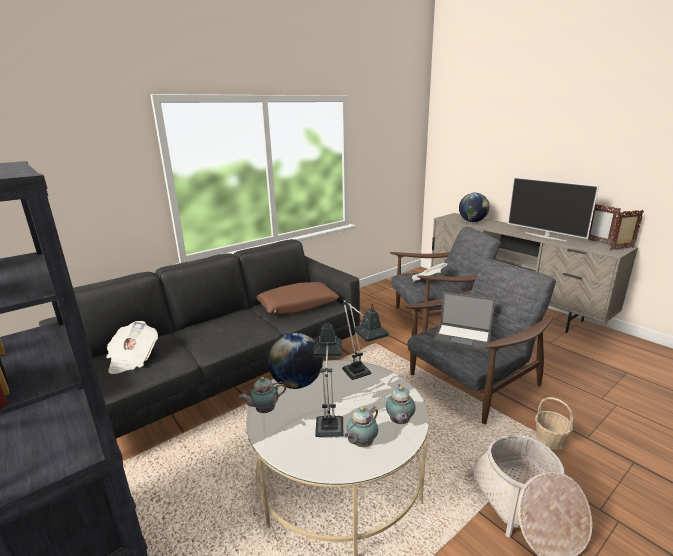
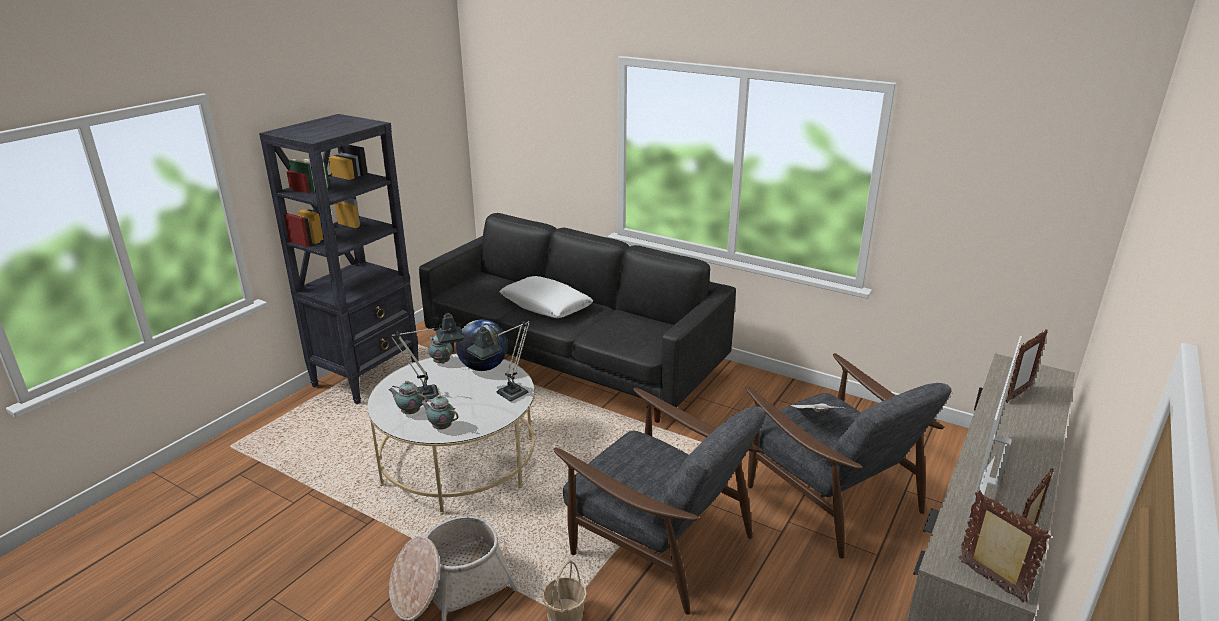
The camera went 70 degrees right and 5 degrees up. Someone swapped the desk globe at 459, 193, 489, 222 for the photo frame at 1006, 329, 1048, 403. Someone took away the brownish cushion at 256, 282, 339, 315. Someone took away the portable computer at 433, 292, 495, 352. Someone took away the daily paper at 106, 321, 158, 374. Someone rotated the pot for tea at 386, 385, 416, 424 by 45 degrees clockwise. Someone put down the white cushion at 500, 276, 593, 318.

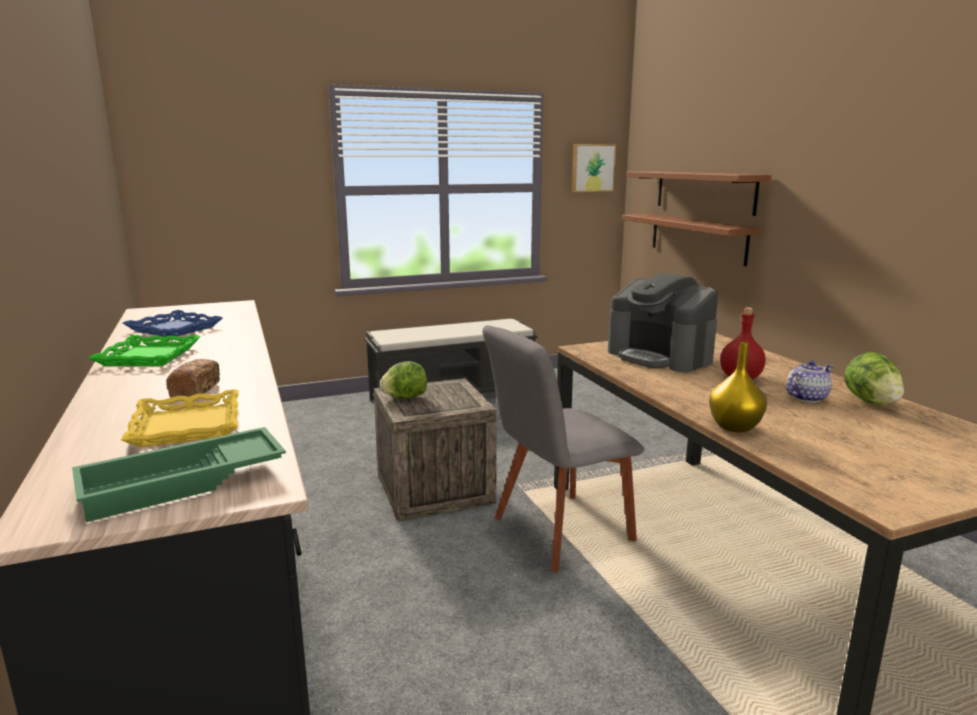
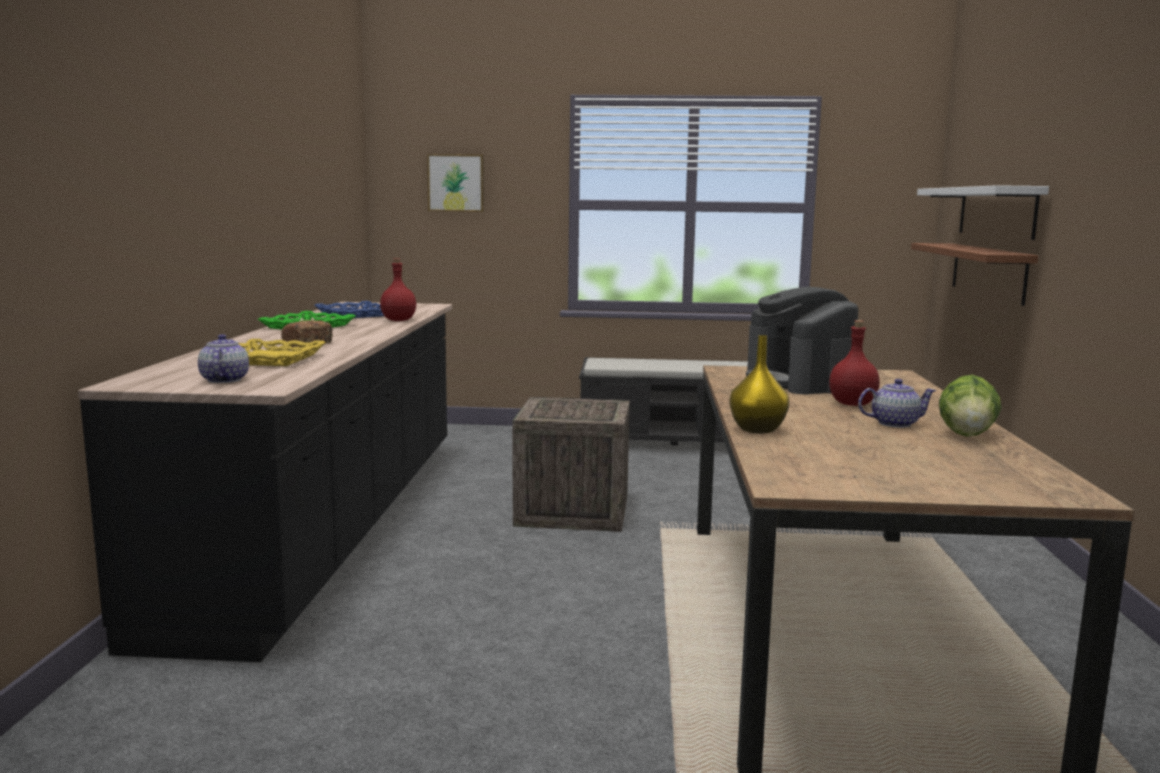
The camera went 25 degrees right and 5 degrees down. Someone carried the picture from 572, 144, 617, 192 to 427, 154, 484, 212. Someone repainted the brownish bracket shelf at 626, 171, 772, 216, which became the white bracket shelf at 917, 185, 1049, 240. Someone took away the greyish plain chair at 482, 325, 644, 572. Someone took away the lettuce at 380, 361, 427, 398. Someone swapped the green carrying tray at 72, 427, 286, 522 for the pot for tea at 198, 334, 249, 383. Someone put down the red-coloured beverage bottle at 380, 258, 416, 321.

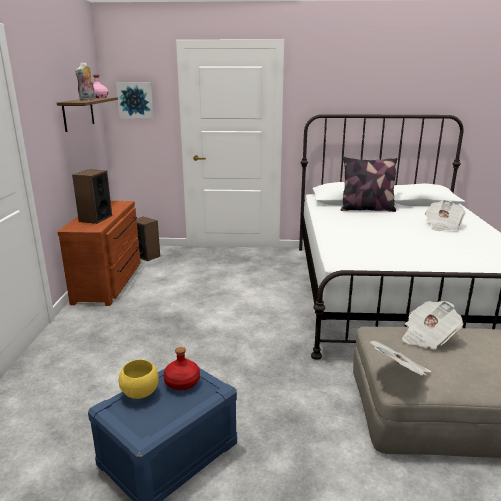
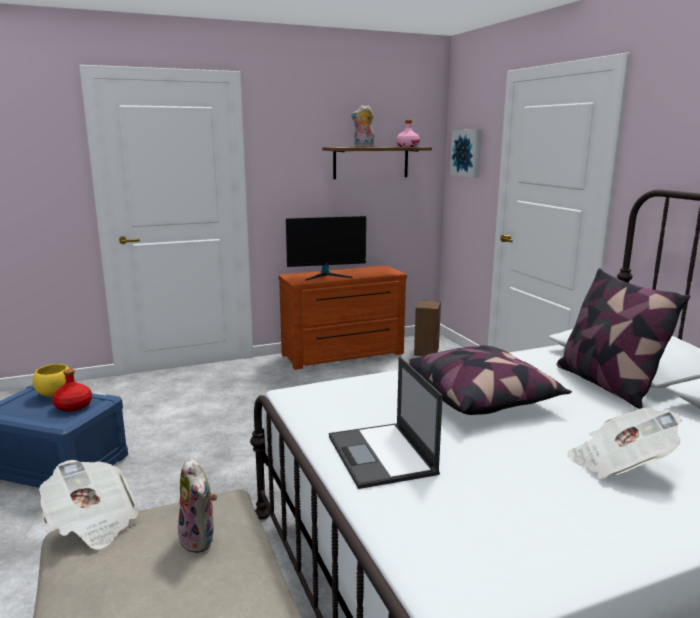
The camera went 65 degrees right and 5 degrees down. Someone swapped the speaker at 72, 169, 112, 224 for the monitor at 286, 216, 366, 280. Someone swapped the daily paper at 402, 301, 463, 349 for the cuddly toy at 178, 457, 217, 553. Someone put down the cushion at 406, 345, 572, 415. Someone put down the portable computer at 329, 356, 443, 489.

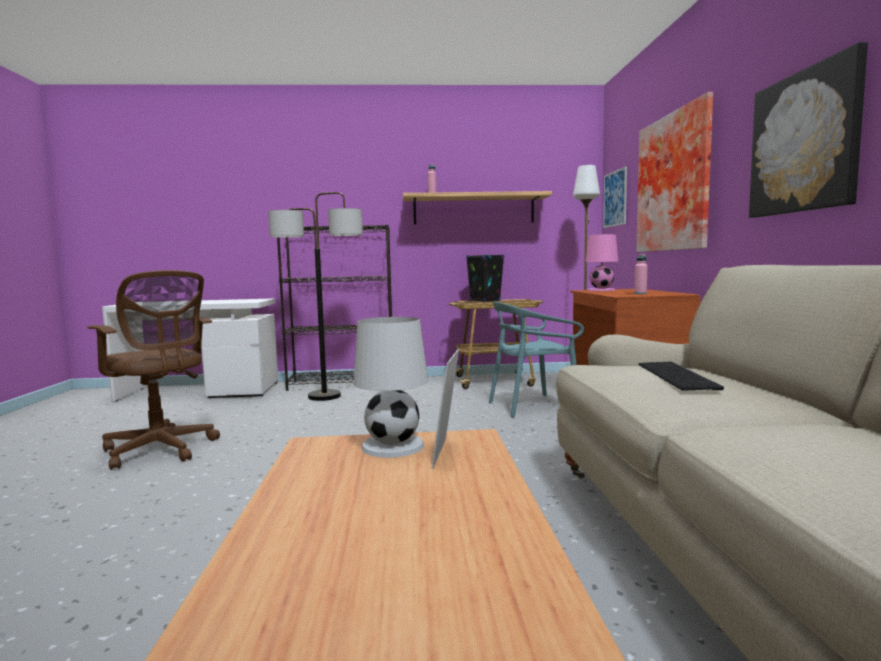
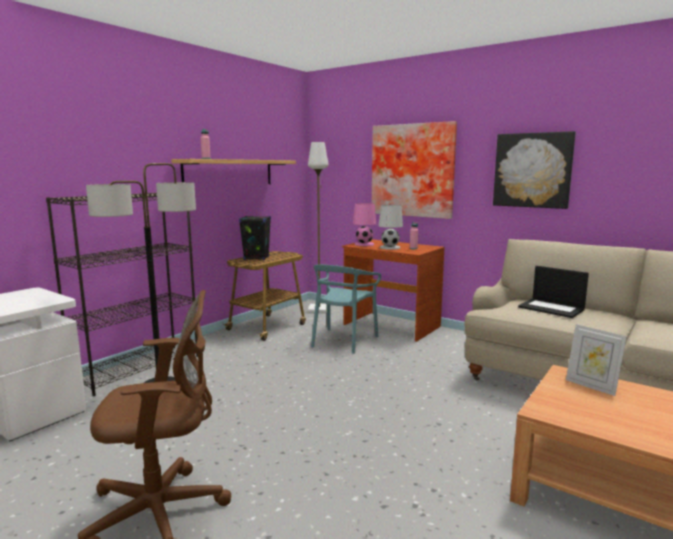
The camera went 50 degrees left and 5 degrees up. Someone took away the picture at 603, 166, 627, 228. Someone carried the white lamp for a table from 353, 317, 428, 458 to 378, 205, 403, 250. Someone swapped the keyboard at 639, 362, 724, 391 for the portable computer at 518, 266, 589, 318.

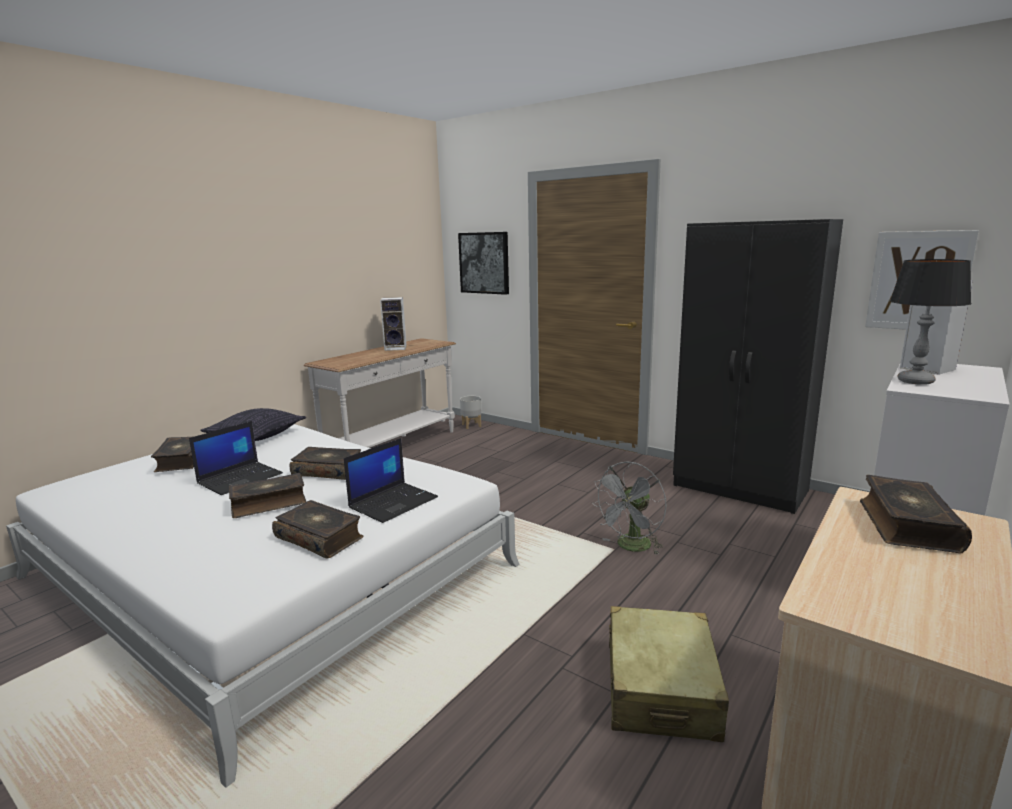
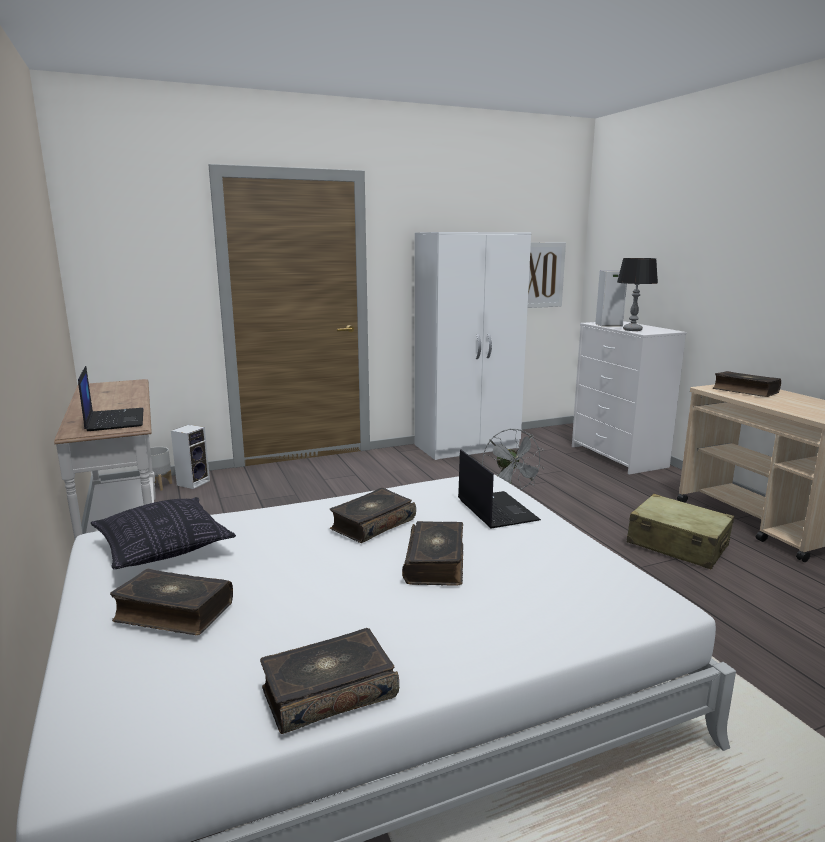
The camera went 60 degrees left and 0 degrees up. Someone repainted the blackish wardrobe at 673, 219, 843, 514, which became the white wardrobe at 415, 232, 531, 460. Someone took away the picture at 458, 232, 509, 295. Someone carried the speaker from 380, 297, 407, 351 to 171, 425, 210, 489. Someone carried the portable computer from 189, 421, 283, 495 to 78, 366, 144, 431. Someone carried the book from 272, 500, 363, 559 to 260, 628, 399, 734.

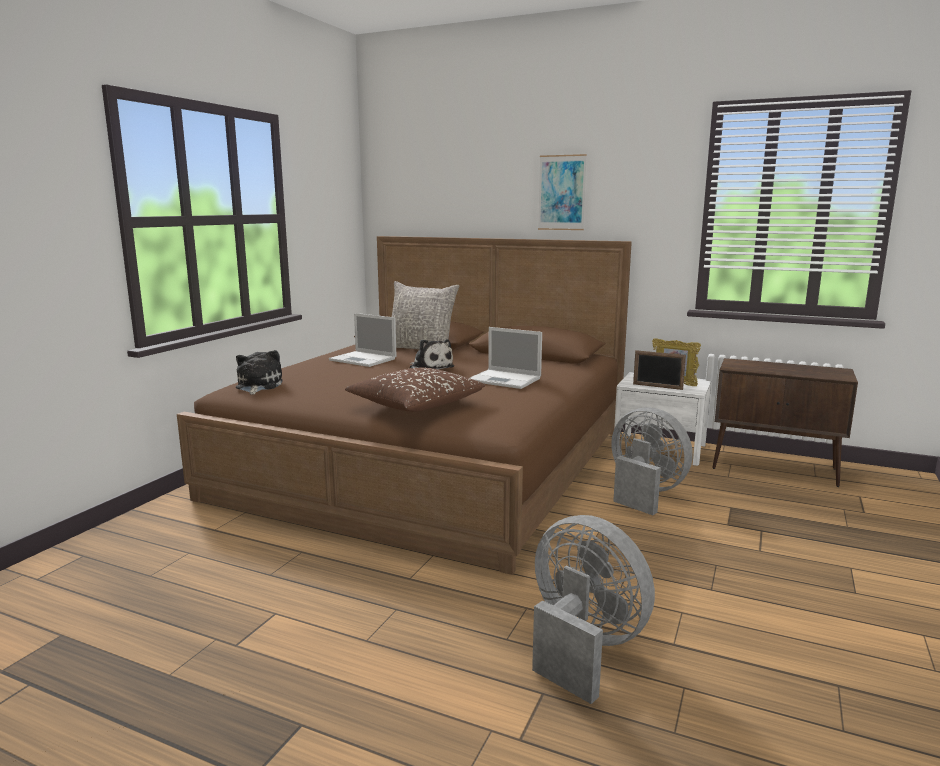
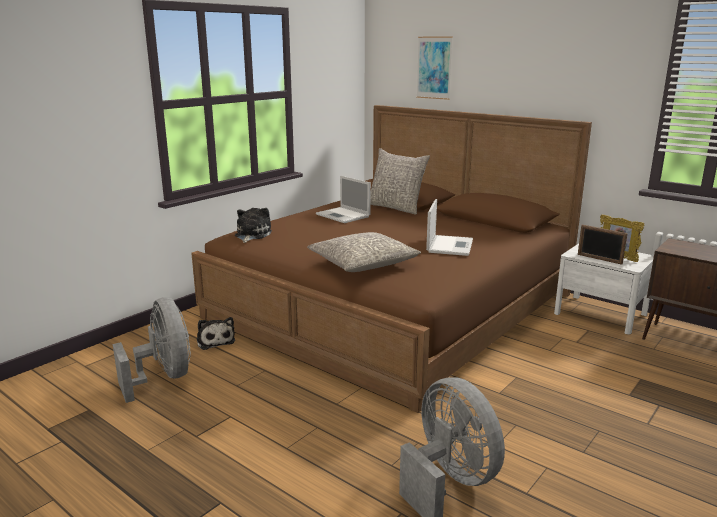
The camera went 15 degrees right and 5 degrees up. Someone carried the picture from 538, 154, 587, 230 to 416, 36, 453, 100. Someone rotated the portable computer at 470, 327, 542, 389 by 120 degrees counterclockwise. Someone carried the cuddly toy from 410, 339, 454, 370 to 197, 317, 235, 350. Someone repainted the brownish cushion at 345, 368, 485, 412, which became the greyish cushion at 307, 232, 421, 272. Someone carried the greyish electric fan from 611, 407, 693, 515 to 113, 297, 191, 403.

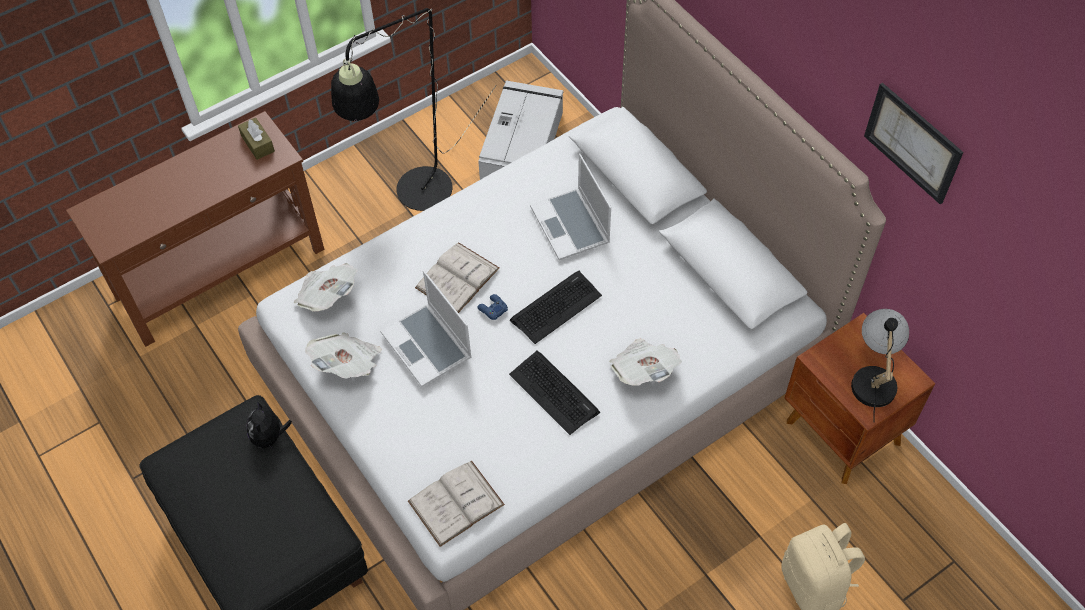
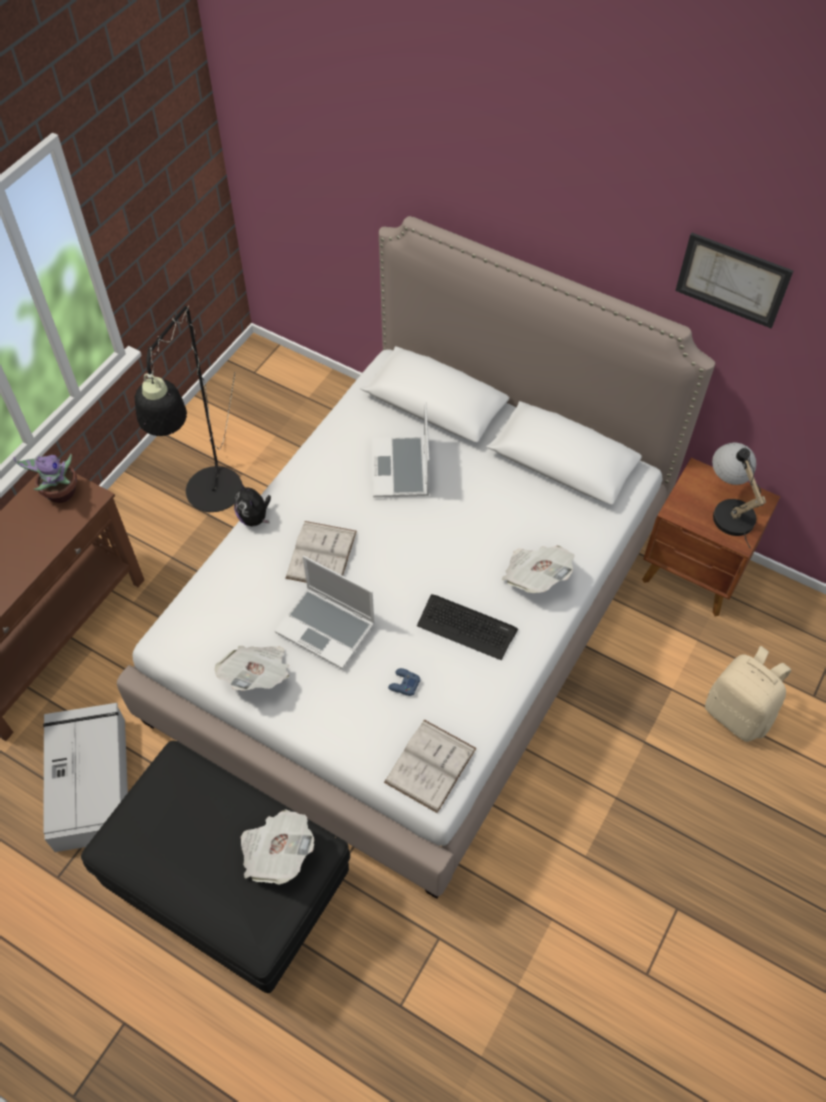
The camera went 25 degrees left and 0 degrees up. Someone carried the greyish storage container from 478, 81, 564, 180 to 43, 703, 128, 852. Someone swapped the brownish tissue holder at 238, 117, 275, 160 for the houseplant at 13, 454, 77, 503. Someone rotated the portable computer at 530, 153, 611, 260 by 45 degrees clockwise. Someone carried the daily paper from 294, 263, 358, 311 to 241, 809, 314, 885. Someone took away the keyboard at 510, 271, 602, 344. Someone carried the bluish game controller from 477, 294, 508, 320 to 388, 668, 421, 696. Someone carried the cuddly toy from 246, 401, 292, 450 to 234, 483, 271, 527.

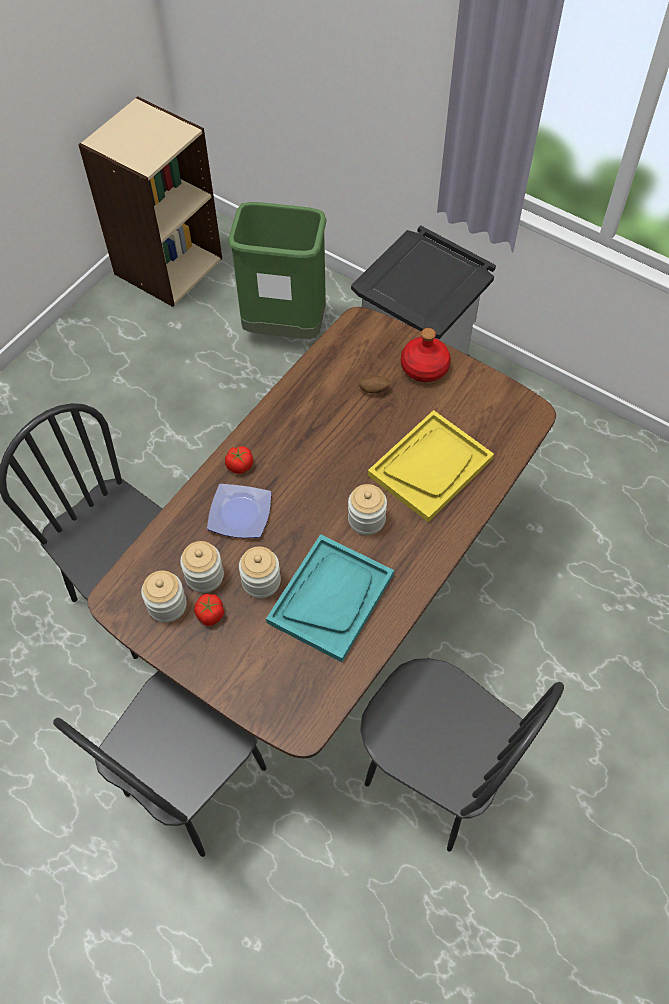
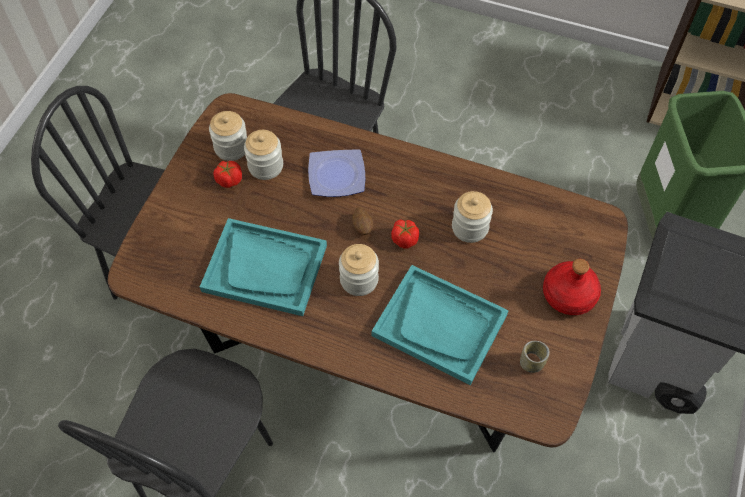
The camera went 75 degrees right and 0 degrees up. Someone carried the potato from 359, 376, 391, 393 to 352, 207, 373, 235. Someone repainted the yellowish carrying tray at 368, 410, 494, 522, which became the turquoise carrying tray at 371, 265, 509, 385. Someone carried the fresh tomato from 225, 446, 253, 474 to 391, 219, 419, 249. Someone carried the jar from 239, 547, 281, 598 to 452, 191, 493, 243. Someone put down the drinking cup at 520, 341, 550, 373.

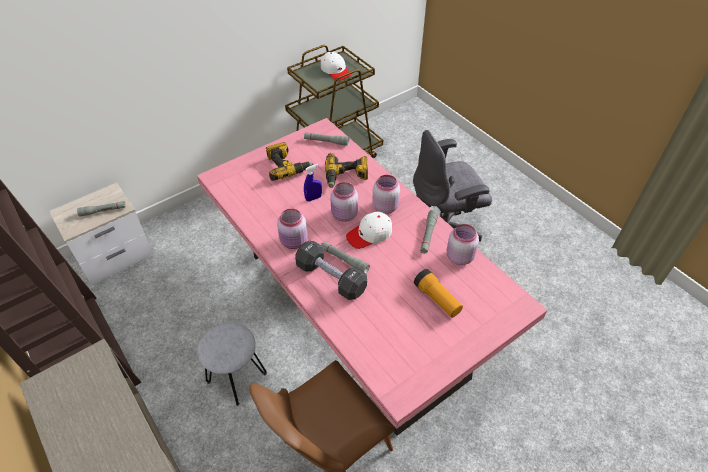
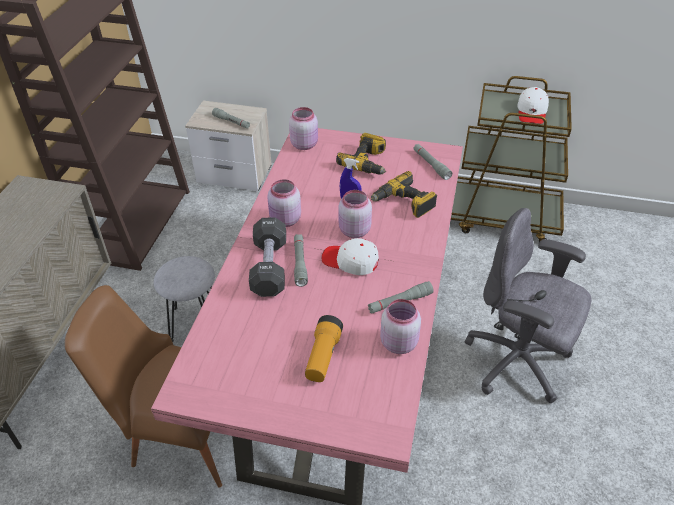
The camera went 50 degrees right and 5 degrees down. Someone carried the pink-coloured jar from 372, 175, 400, 214 to 289, 107, 318, 150.

